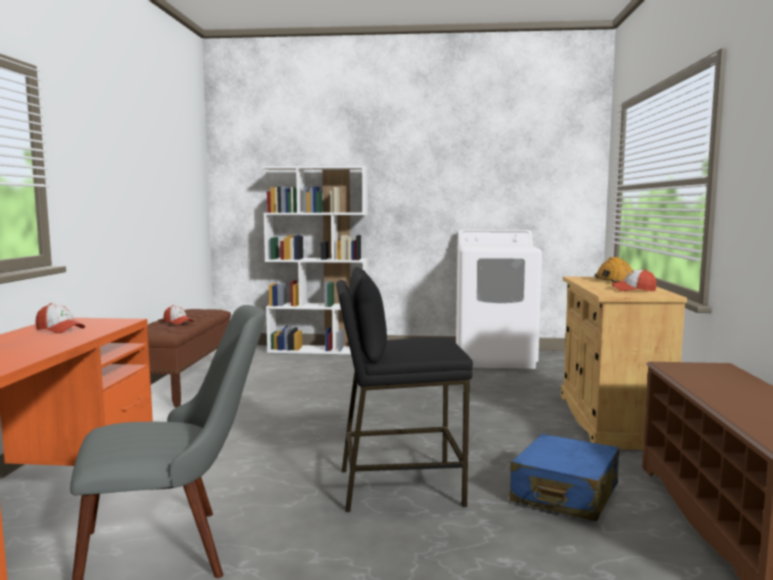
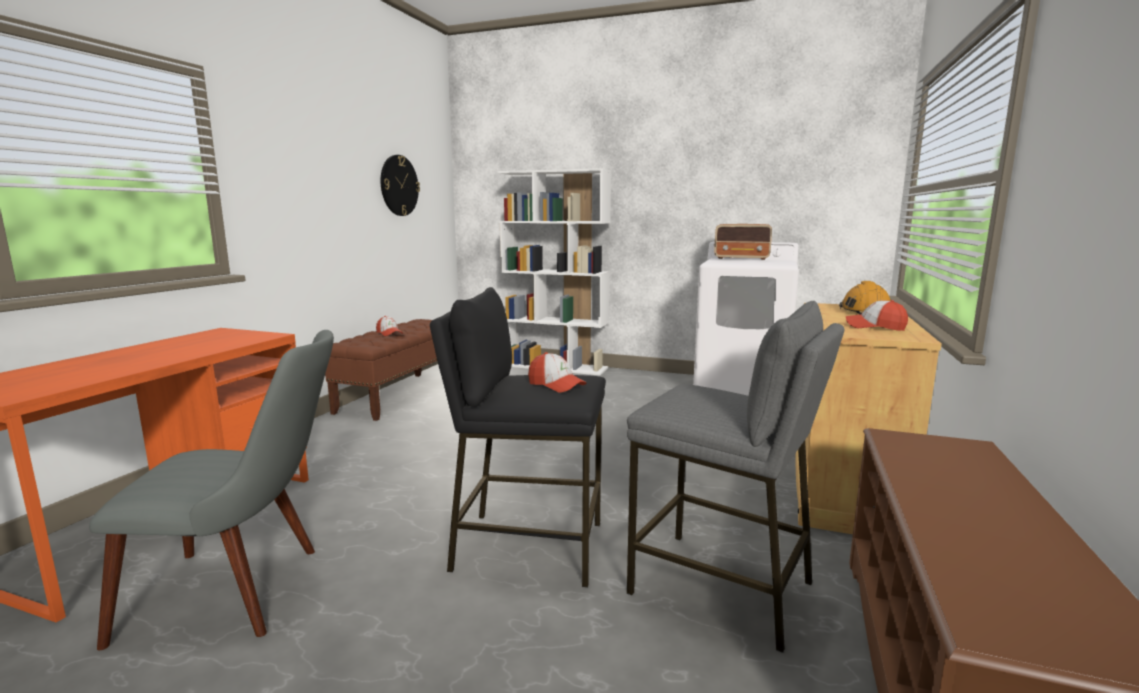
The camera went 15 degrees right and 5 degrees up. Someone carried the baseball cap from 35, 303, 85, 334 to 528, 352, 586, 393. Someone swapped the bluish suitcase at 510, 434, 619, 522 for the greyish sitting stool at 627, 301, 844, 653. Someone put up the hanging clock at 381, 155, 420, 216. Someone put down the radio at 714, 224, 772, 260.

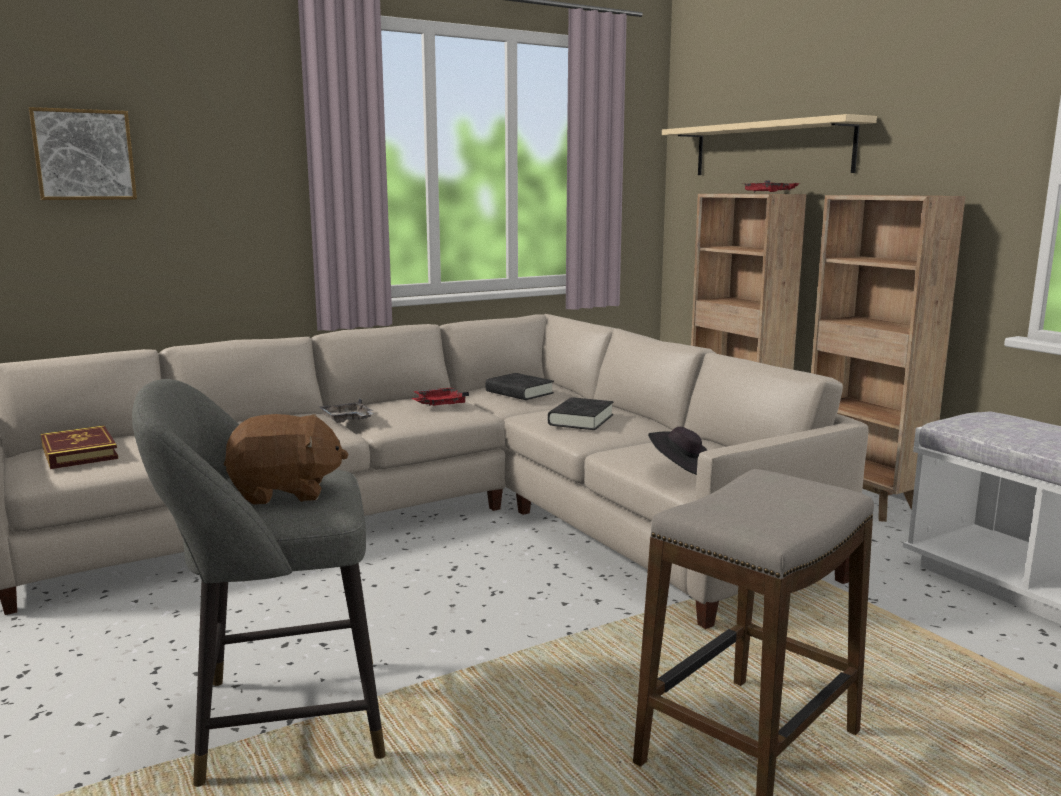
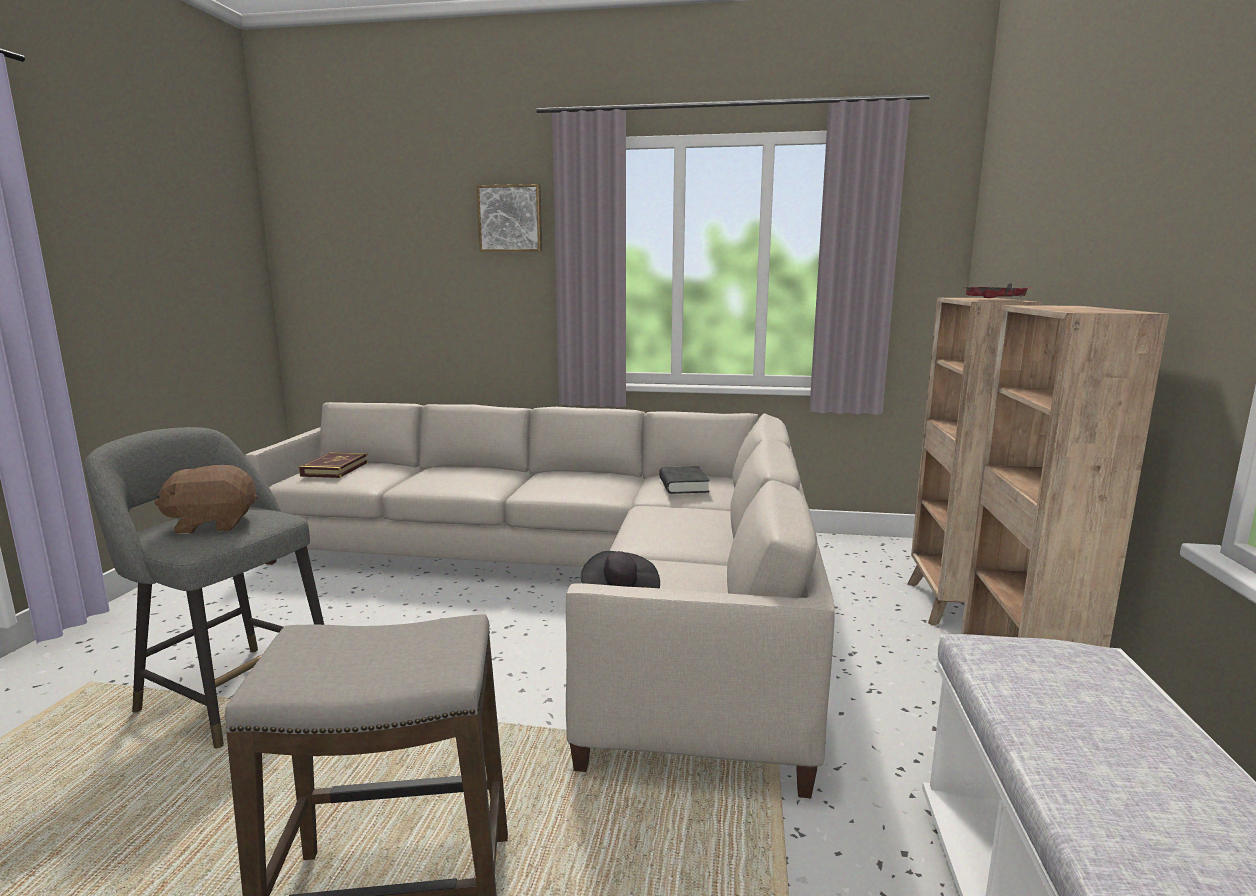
The camera went 40 degrees right and 0 degrees up. Someone carried the picture from 29, 107, 137, 200 to 476, 184, 542, 252. Someone took away the sand-coloured bracket shelf at 662, 114, 877, 175. Someone took away the red-coloured carrying tray at 412, 388, 469, 406. Someone took away the blackish book at 548, 397, 613, 430. Someone took away the greyish carrying tray at 319, 398, 374, 423. Someone rotated the brownish cuddly toy at 224, 414, 349, 505 by 135 degrees clockwise.

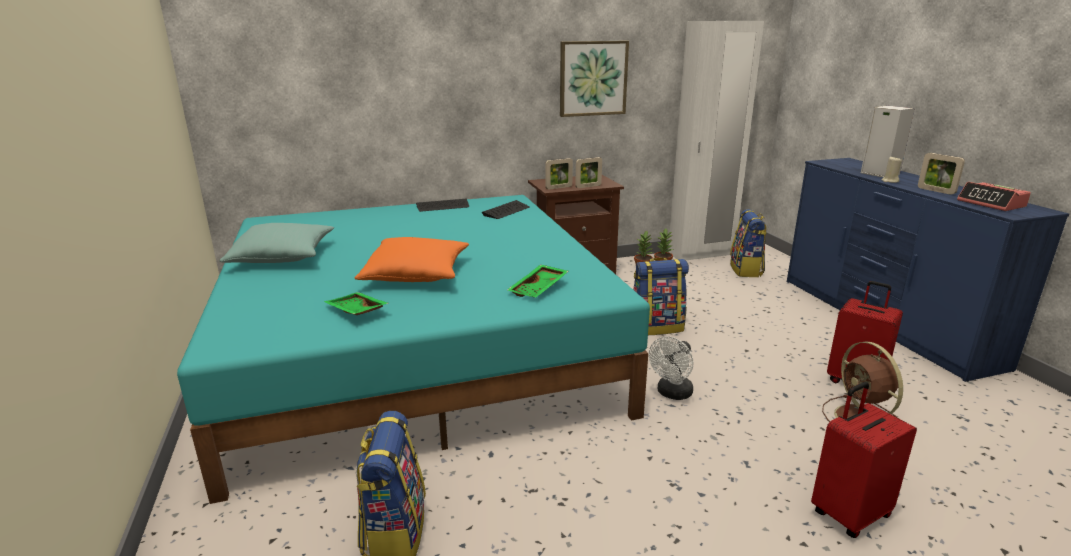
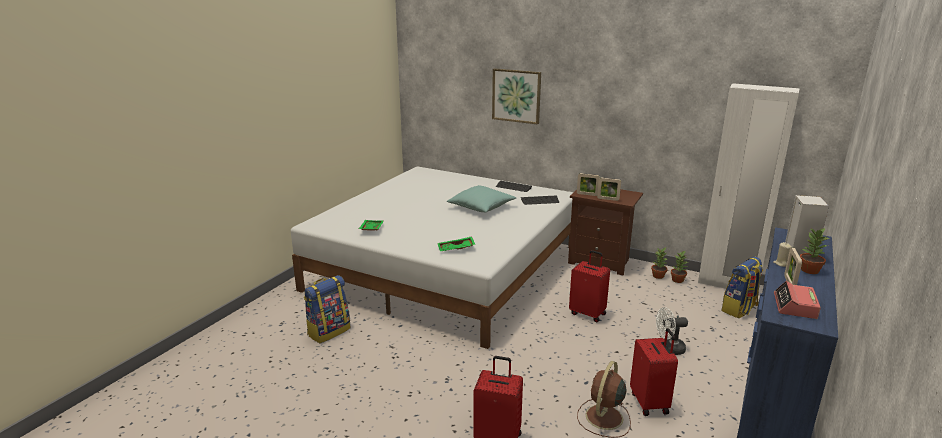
The camera went 45 degrees right and 0 degrees up. Someone carried the picture from 560, 41, 629, 117 to 492, 68, 541, 125. Someone repainted the turquoise bed at 177, 195, 650, 504, which became the white bed at 291, 167, 574, 349. Someone carried the turquoise cushion from 220, 223, 334, 263 to 447, 185, 516, 212. Someone took away the orangey cushion at 355, 237, 469, 282. Someone swapped the backpack at 634, 257, 689, 335 for the red-coloured suitcase at 569, 250, 610, 323. Someone carried the white electric fan from 649, 336, 693, 400 to 656, 307, 688, 355. Someone put down the houseplant at 800, 227, 829, 274.

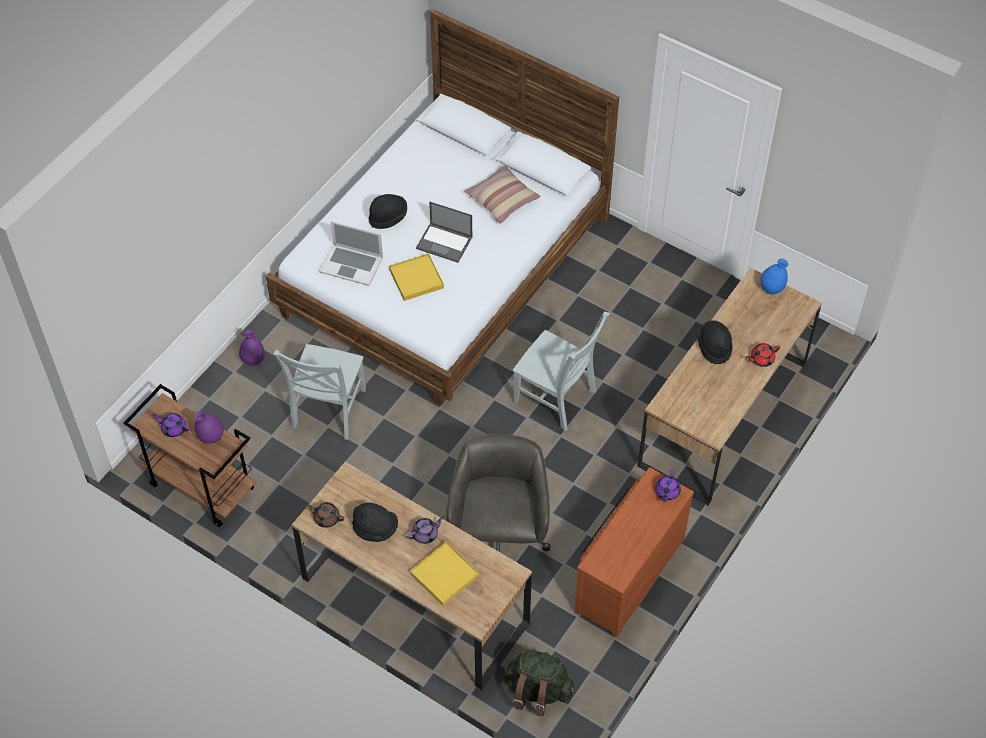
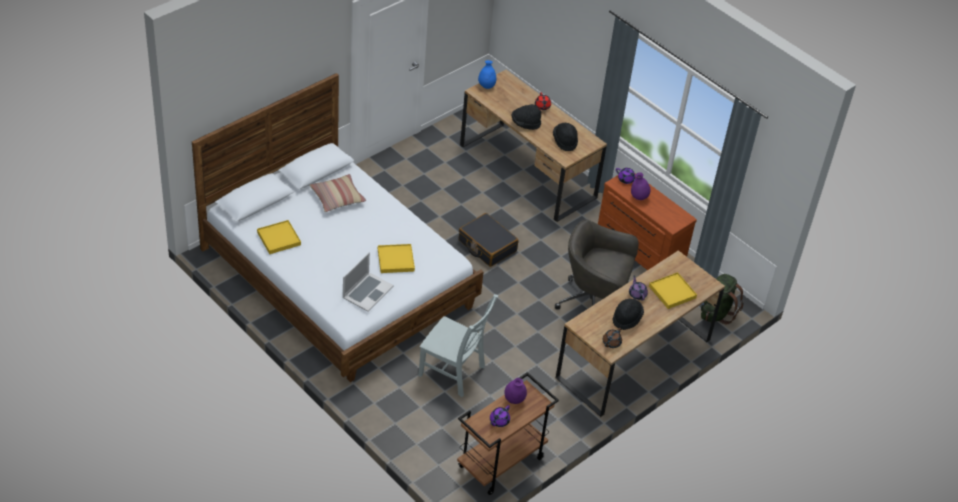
The camera went 80 degrees left and 10 degrees down. Someone carried the blackish wearable hat from 369, 194, 407, 229 to 553, 123, 578, 151. Someone took away the portable computer at 416, 202, 472, 263. Someone swapped the greyish plain chair at 513, 311, 609, 431 for the blackish suitcase at 459, 213, 519, 267. Someone carried the purple-coloured flower vase from 239, 330, 265, 366 to 631, 172, 650, 200. Someone put down the yellowish carrying tray at 257, 220, 301, 254.

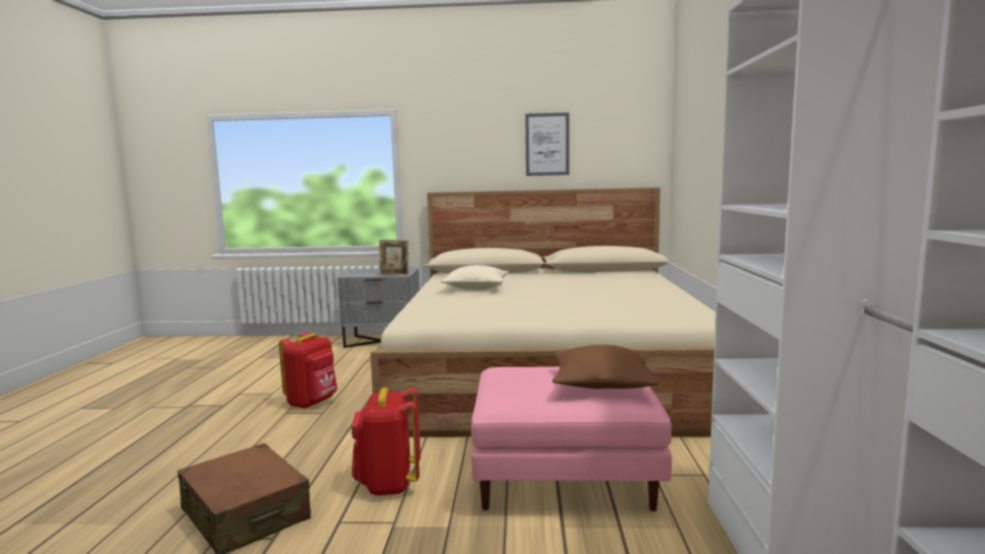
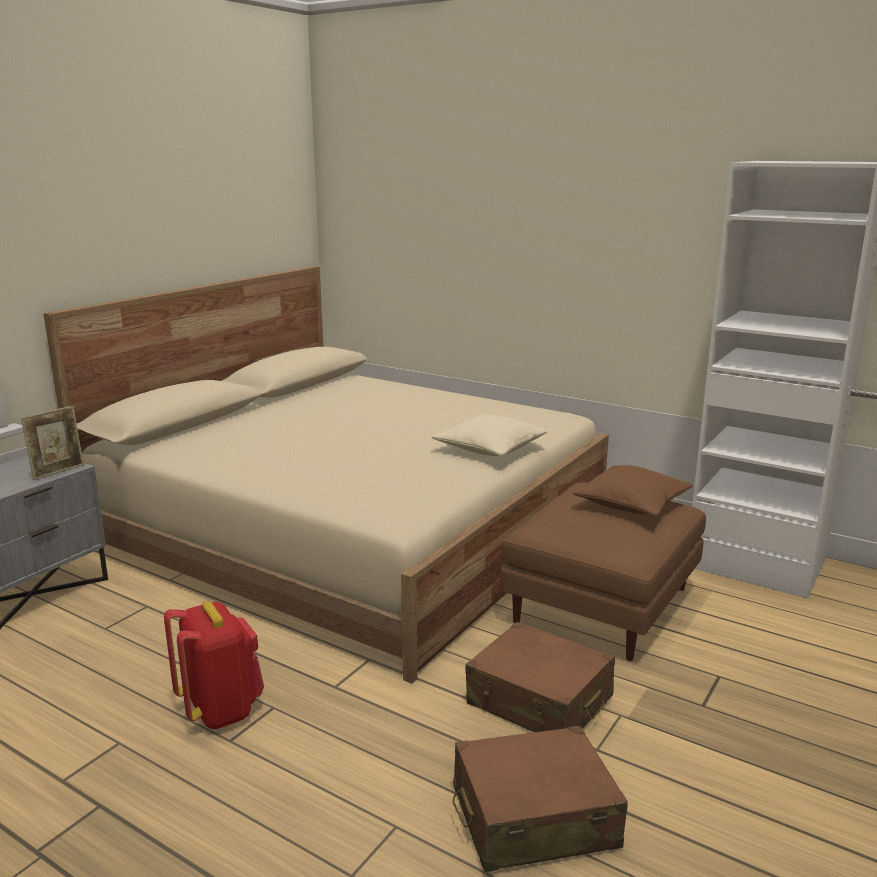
The camera went 60 degrees left and 10 degrees up. Someone took away the picture at 525, 112, 569, 176. Someone carried the sand-coloured cushion from 441, 265, 509, 290 to 431, 415, 547, 456. Someone repainted the pink-coloured footrest at 471, 367, 672, 511, which became the brownish footrest at 500, 482, 706, 661. Someone swapped the red-coloured backpack at 352, 388, 421, 496 for the brownish suitcase at 465, 622, 615, 732.

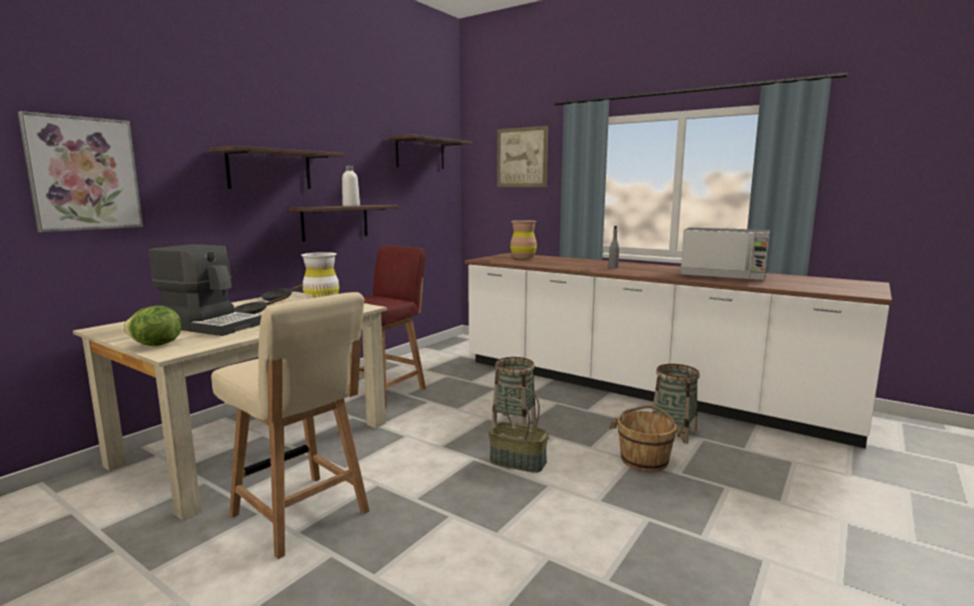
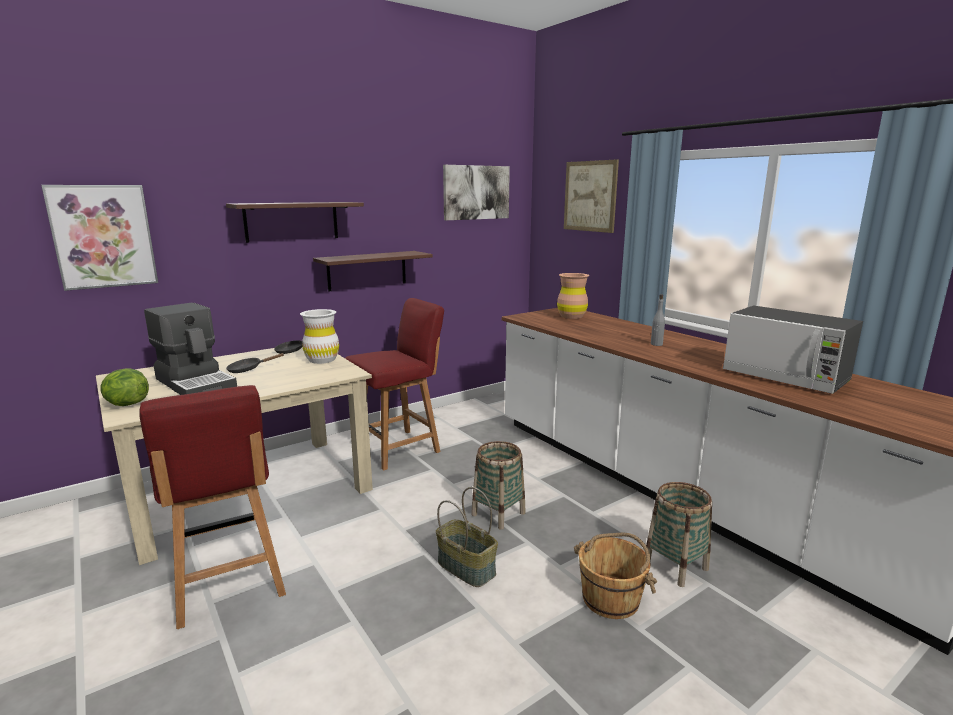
The camera went 20 degrees right and 5 degrees up. Someone swapped the bracket shelf at 388, 134, 472, 169 for the picture at 443, 165, 510, 220. Someone took away the white beverage bottle at 342, 166, 360, 206. Someone repainted the sand-coloured plain chair at 211, 292, 370, 559, which became the red-coloured plain chair at 139, 385, 286, 629.

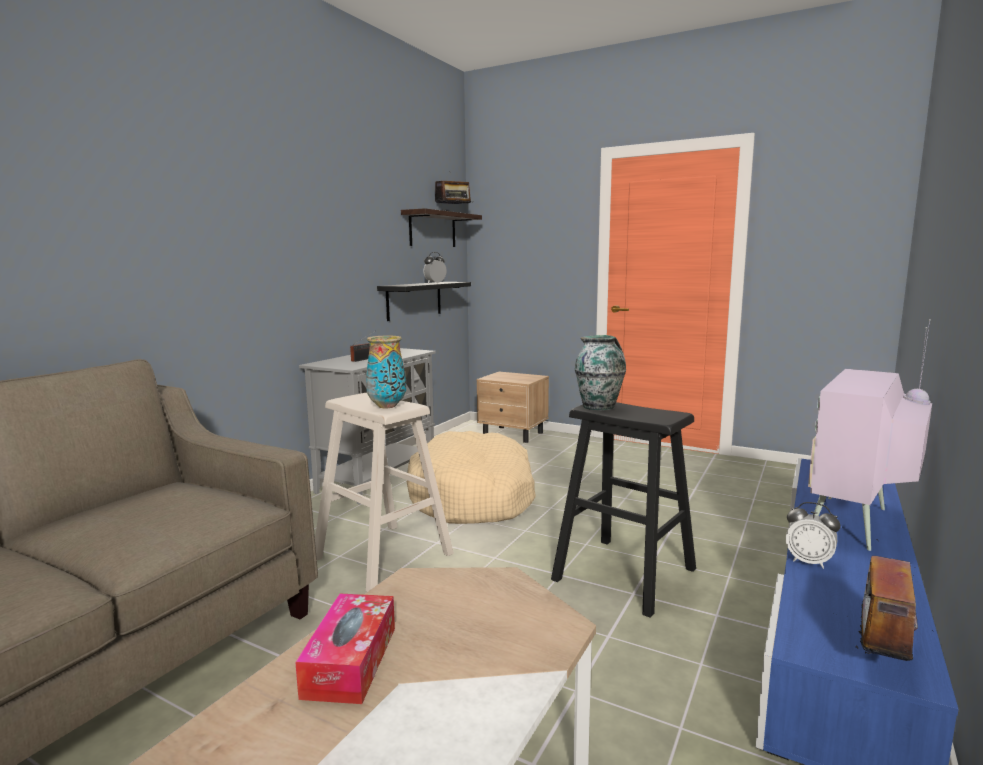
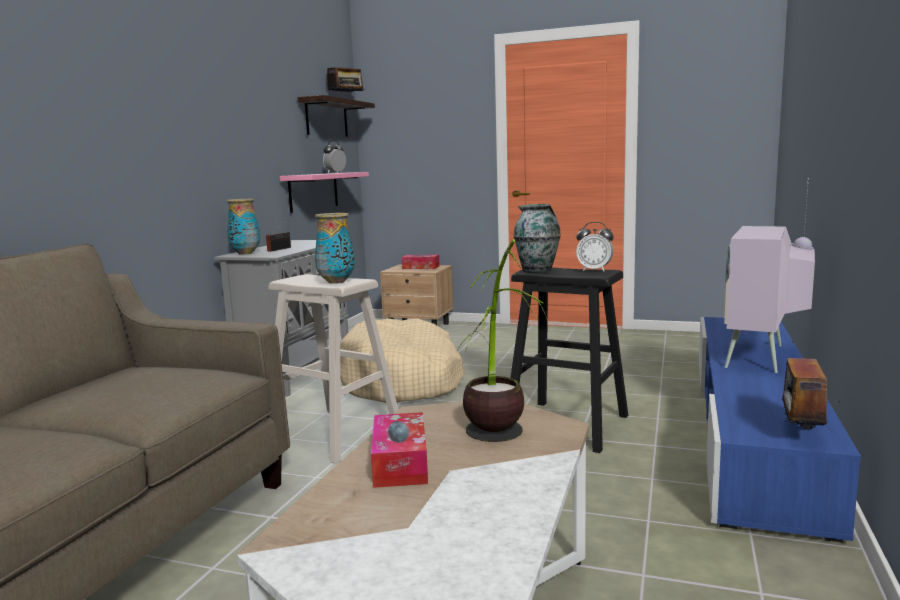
The camera went 10 degrees left and 0 degrees up. Someone repainted the blackish bracket shelf at 377, 282, 471, 321, which became the pink-coloured bracket shelf at 280, 172, 369, 213. Someone carried the table clock from 786, 502, 841, 569 to 576, 222, 614, 271. Someone put down the flower vase at 227, 199, 260, 255. Someone put down the houseplant at 457, 239, 548, 442. Someone put down the tissue holder at 402, 255, 439, 269.

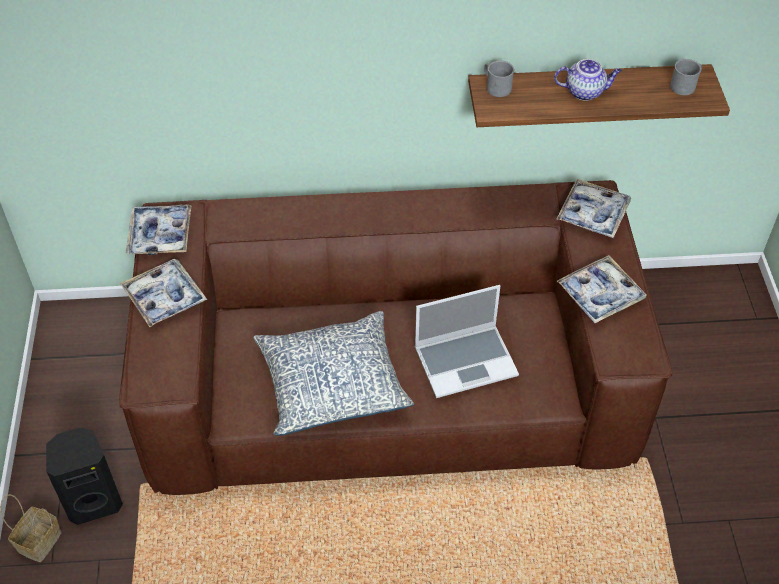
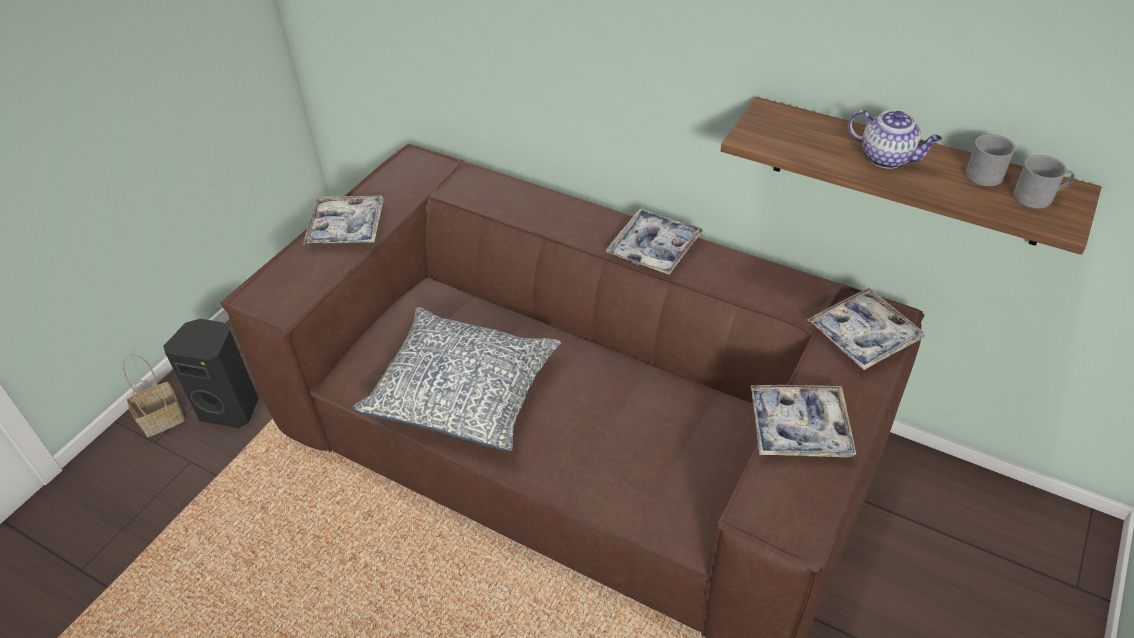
The camera went 35 degrees right and 5 degrees down. Someone carried the greyish coffee mug from 484, 61, 514, 97 to 966, 134, 1016, 186. Someone carried the carrying tray from 126, 205, 192, 255 to 606, 208, 704, 275. Someone took away the portable computer at 415, 285, 519, 398.

